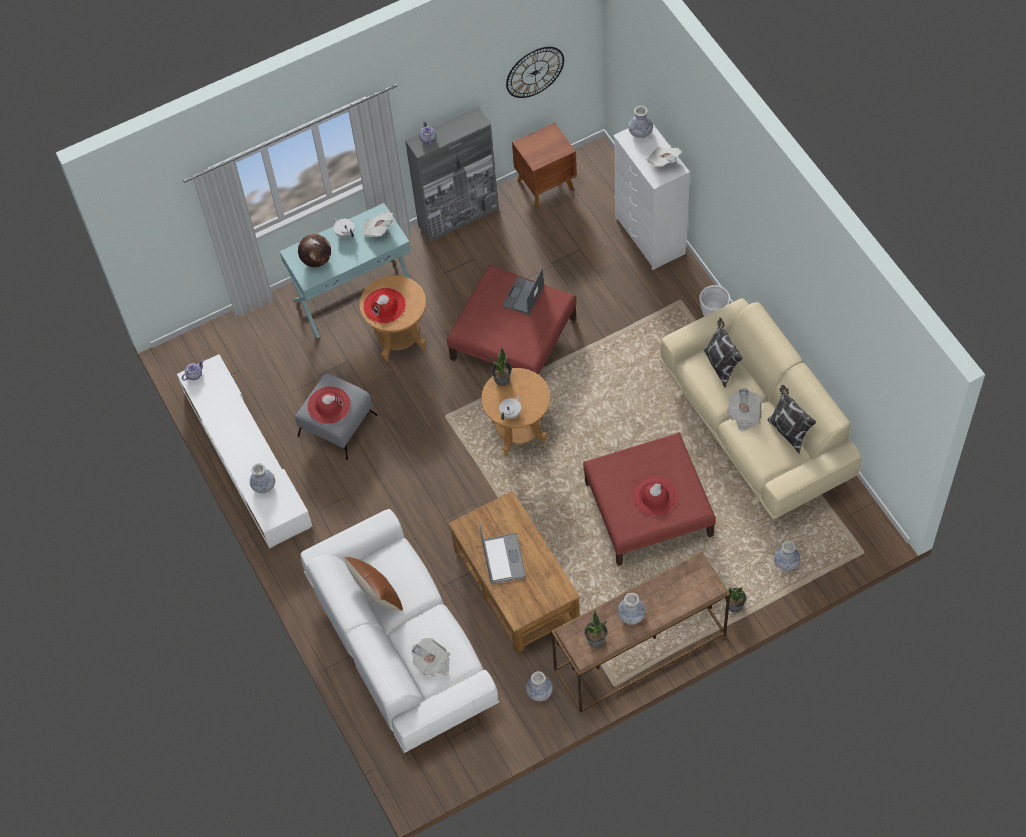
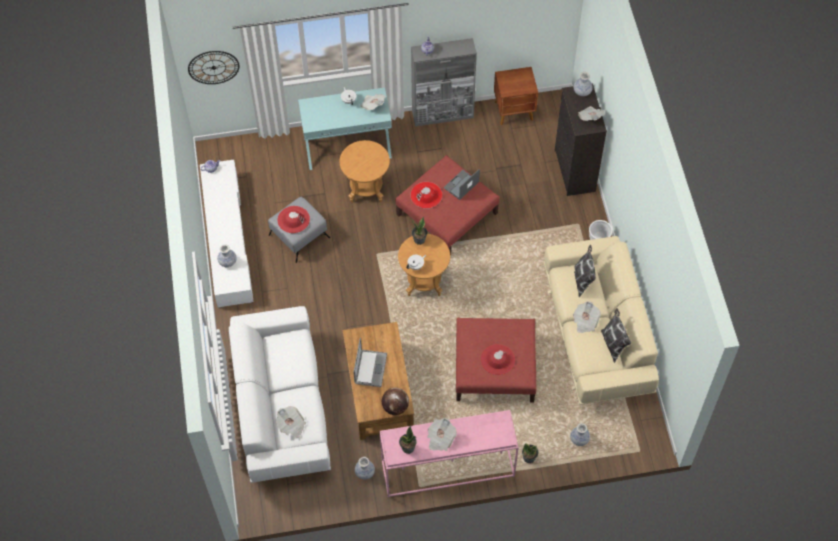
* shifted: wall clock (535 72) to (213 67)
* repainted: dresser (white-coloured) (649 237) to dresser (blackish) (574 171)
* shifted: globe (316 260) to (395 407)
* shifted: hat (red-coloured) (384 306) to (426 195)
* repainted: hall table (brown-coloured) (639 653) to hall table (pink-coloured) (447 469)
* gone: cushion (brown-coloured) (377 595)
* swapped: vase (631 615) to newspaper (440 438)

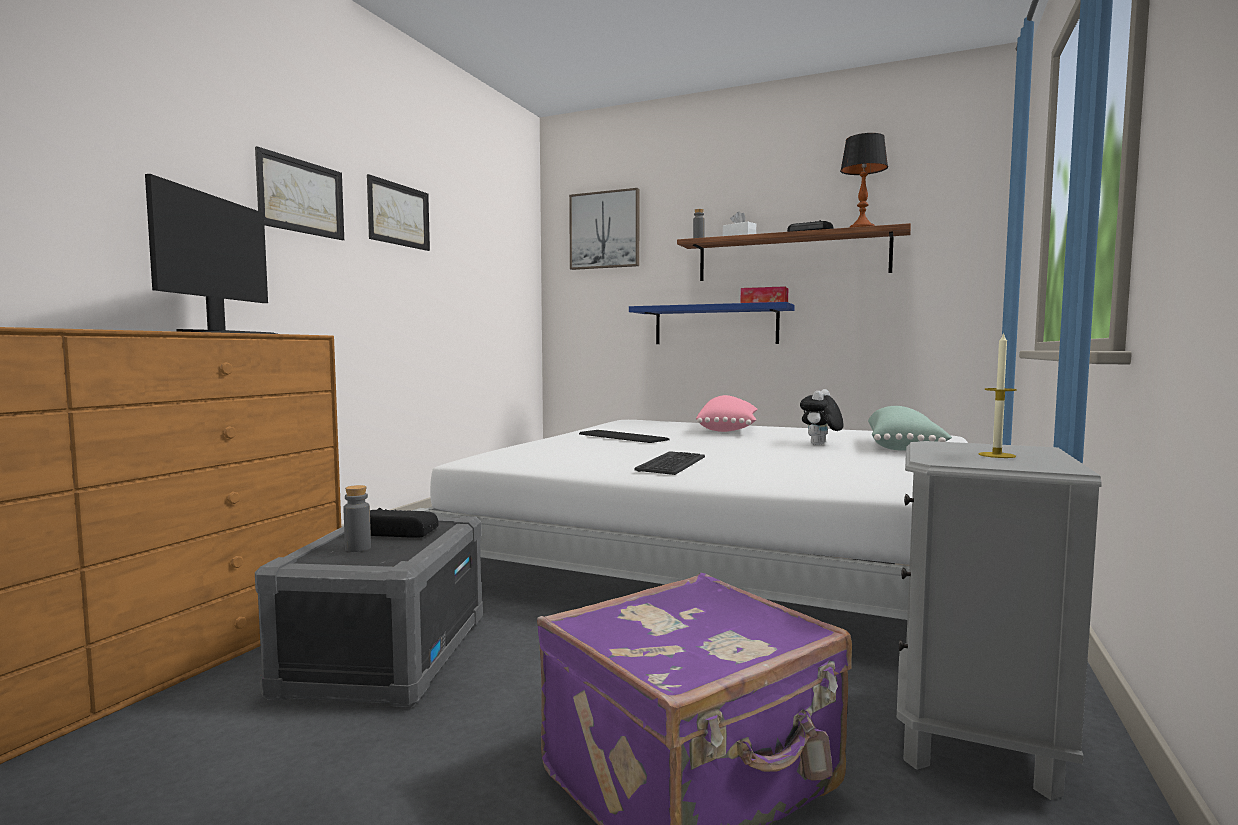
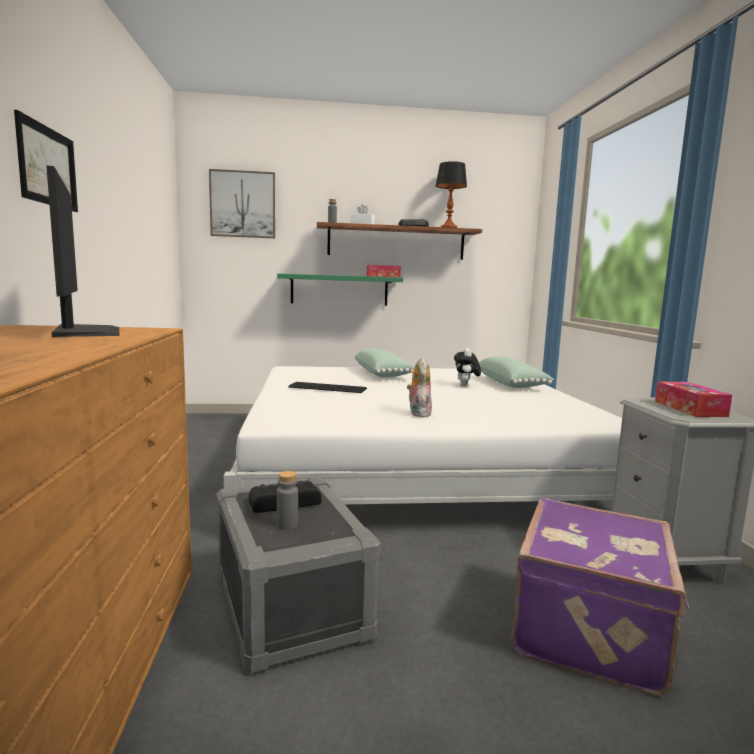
* gone: wall picture (399 215)
* repainted: shelf (blue-coloured) (715 325) to shelf (greenish) (339 290)
* swapped: wax light (997 455) to box of tissues (689 408)
* repainted: cushion (pink-coloured) (729 430) to cushion (greenish) (383 374)
* swapped: PC keyboard (672 464) to soft toy (418 413)

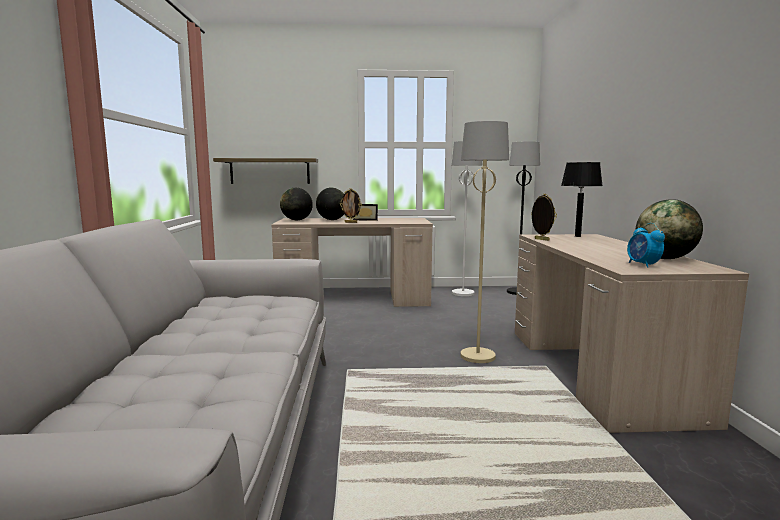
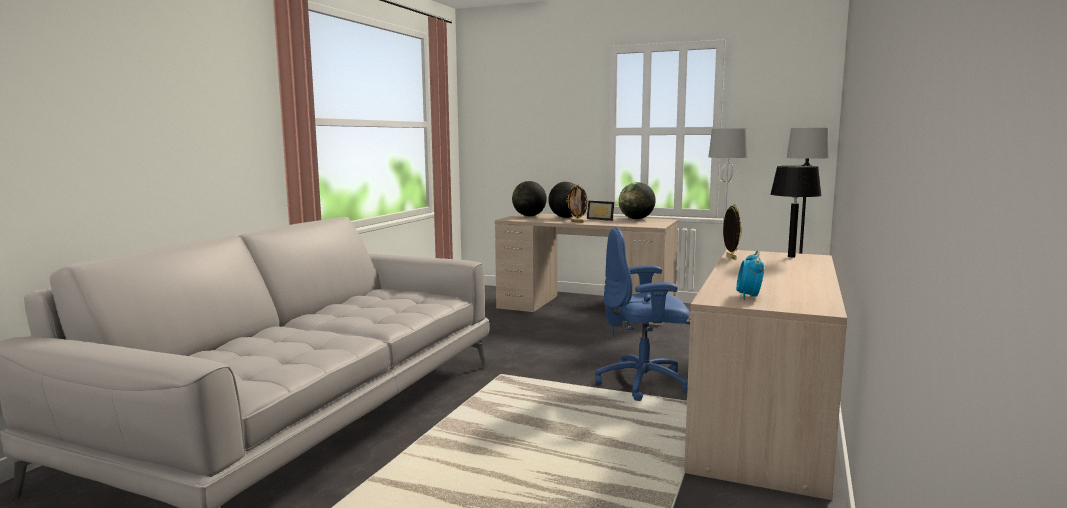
* swapped: standing lamp (beige) (477 356) to office chair (blue-coloured) (644 383)
* gone: shelf (270 171)
* shifted: globe (664 258) to (636 219)

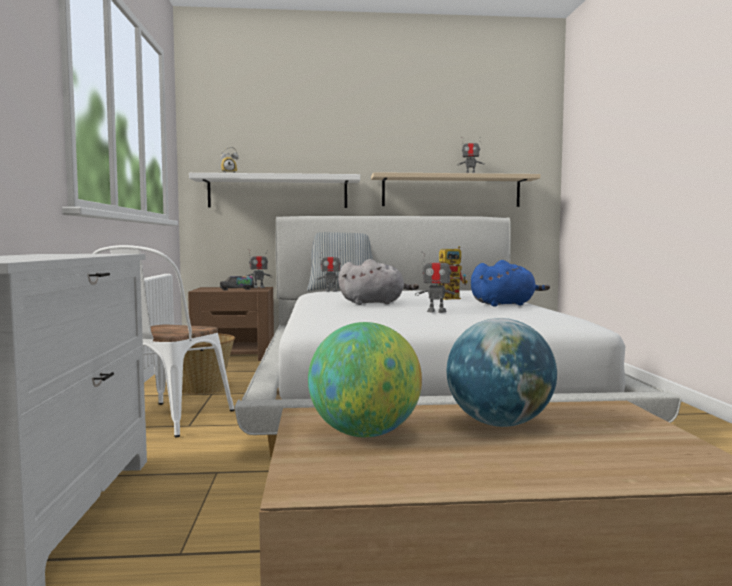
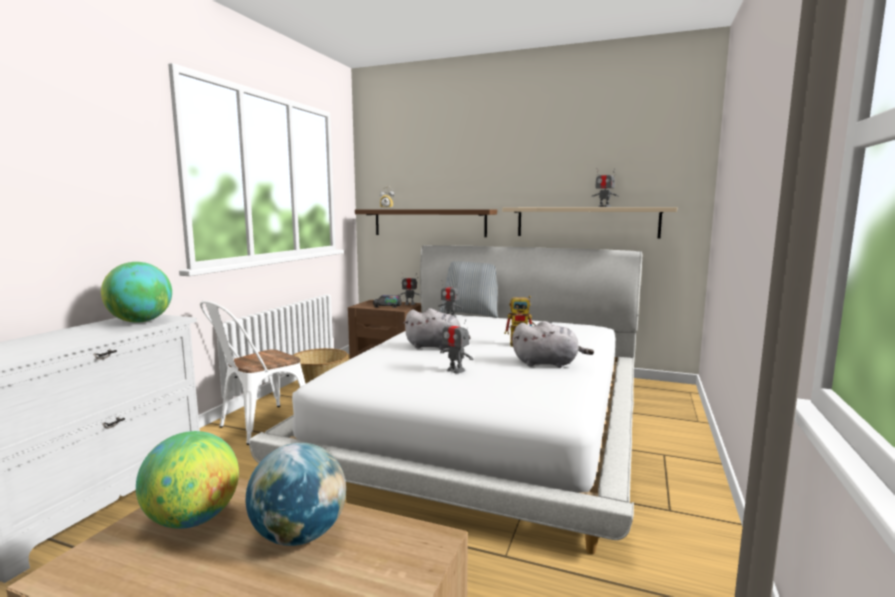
* repainted: shelf (white-coloured) (278 192) to shelf (brown-coloured) (429 222)
* repainted: soft toy (blue-coloured) (505 304) to soft toy (greyish) (548 363)
* new: globe (140 321)

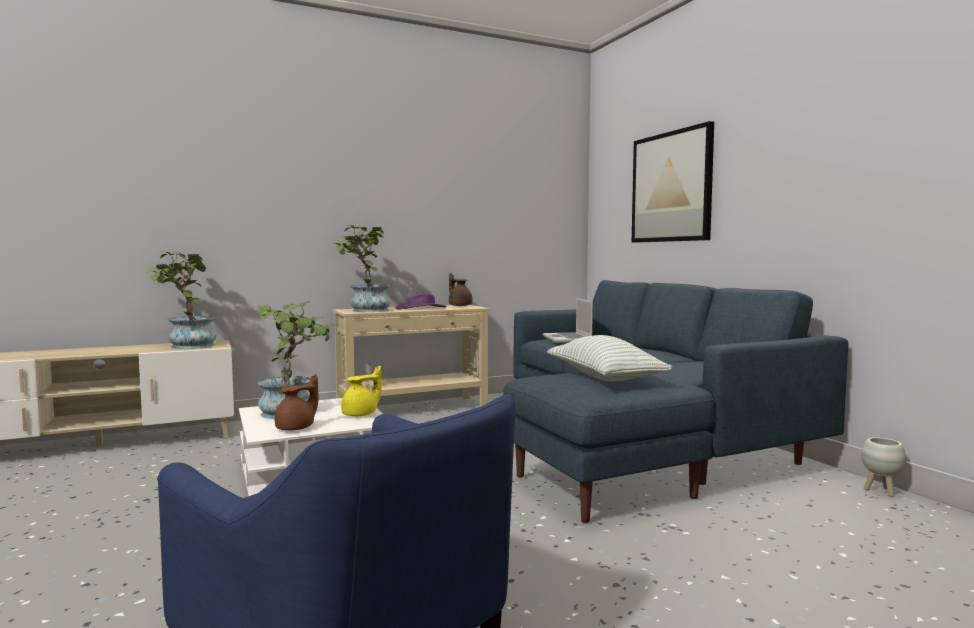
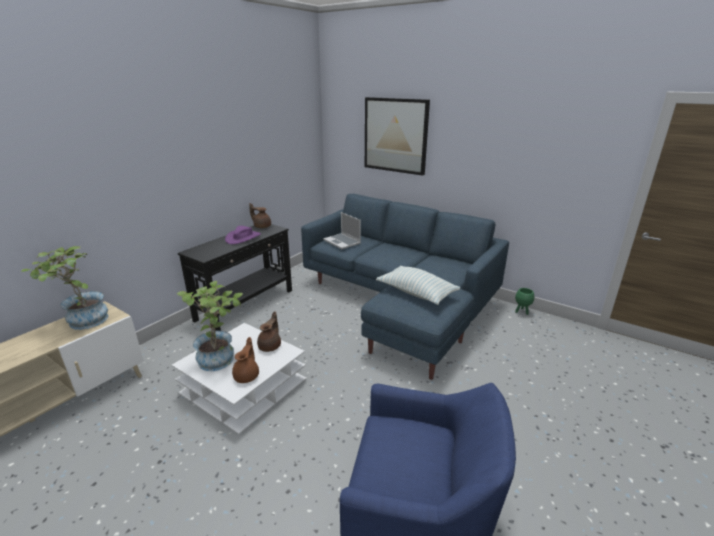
* gone: plant in a pot (364 310)
* repainted: hall table (beige) (414 410) to hall table (blackish) (246 305)
* repainted: teapot (yellow) (361 414) to teapot (brown-coloured) (270 346)
* repainted: plant pot (white-coloured) (881 492) to plant pot (greenish) (522 312)

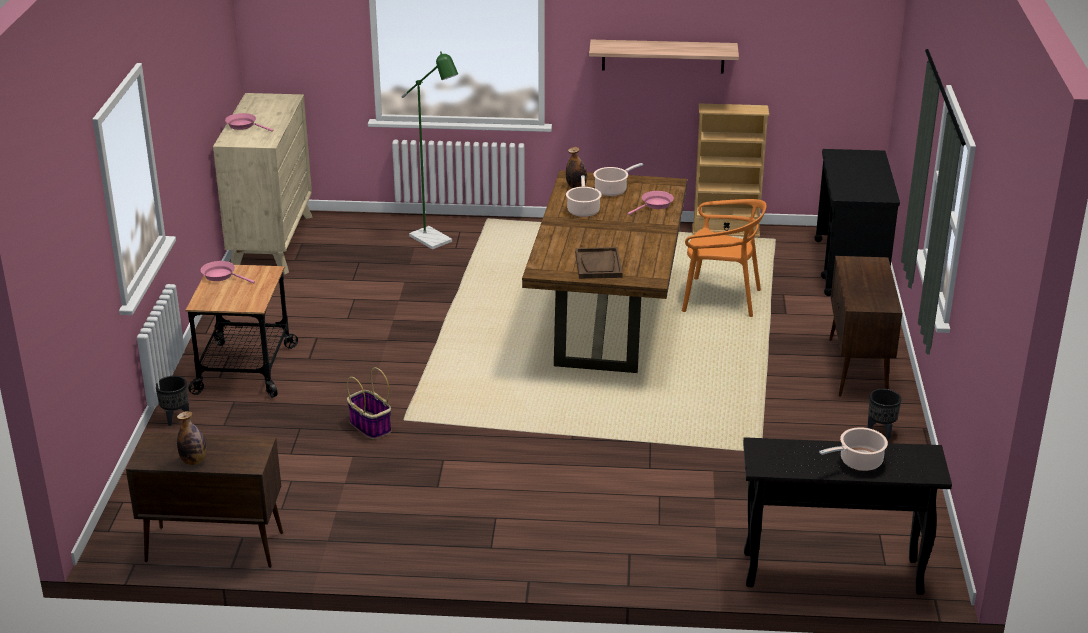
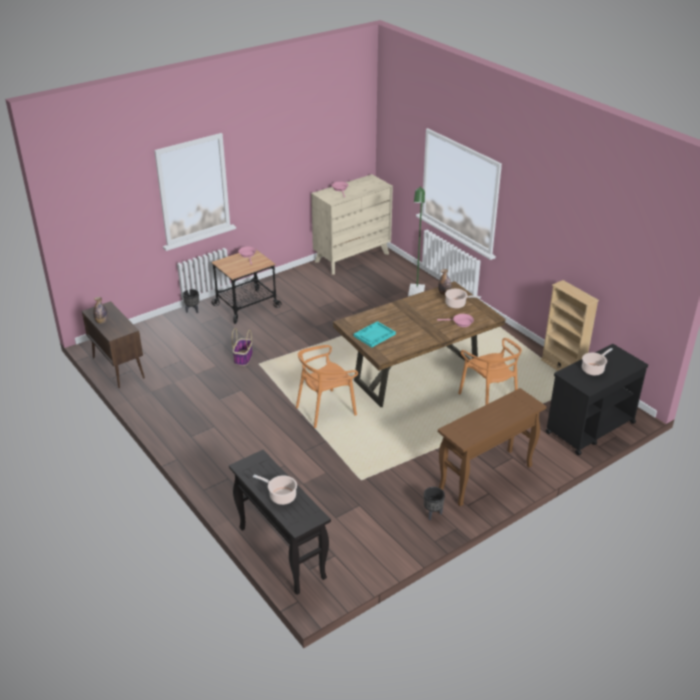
* gone: shelf (663 56)
* shifted: saucepot (583 210) to (593 369)
* repainted: serving tray (brown-coloured) (598 265) to serving tray (blue-green) (374 335)
* swapped: cabinet (brown-coloured) (858 369) to hall table (brown-coloured) (485 478)
* new: chair (orangey) (325 409)

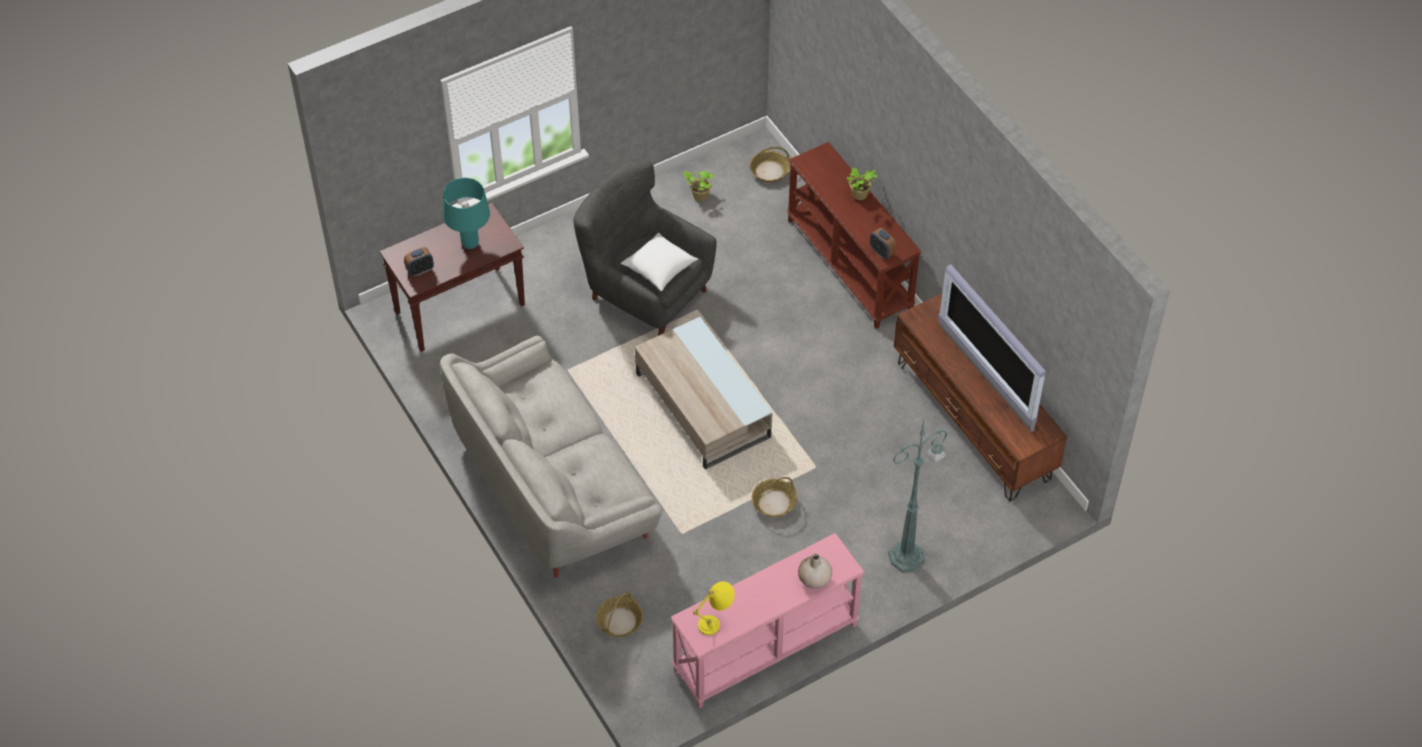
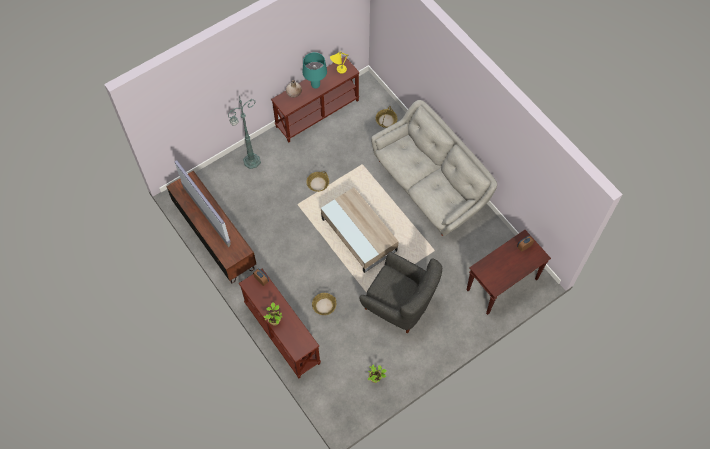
* shifted: household basket (769 171) to (324 305)
* shifted: lamp for a table (blue-green) (470 244) to (315 85)
* gone: cushion (white-coloured) (659 269)
* repainted: hall table (pink-coloured) (766 649) to hall table (brown-coloured) (317 113)

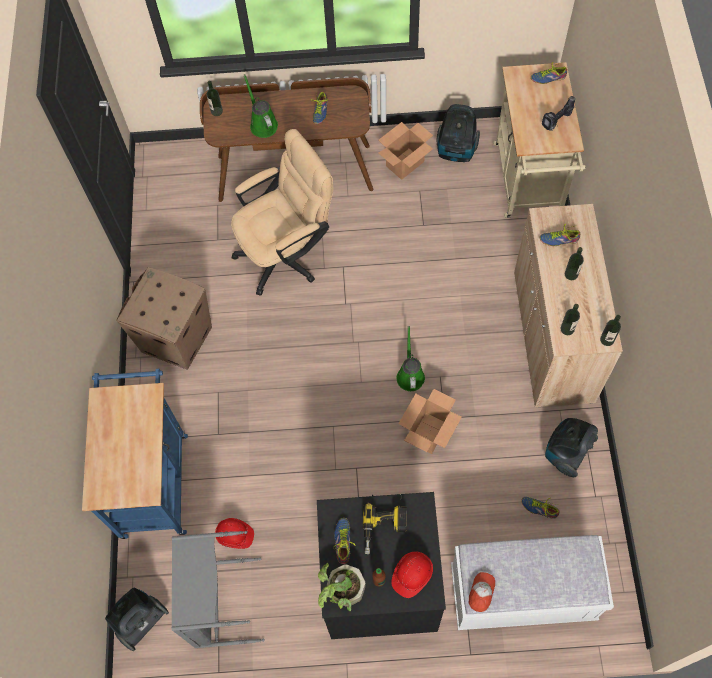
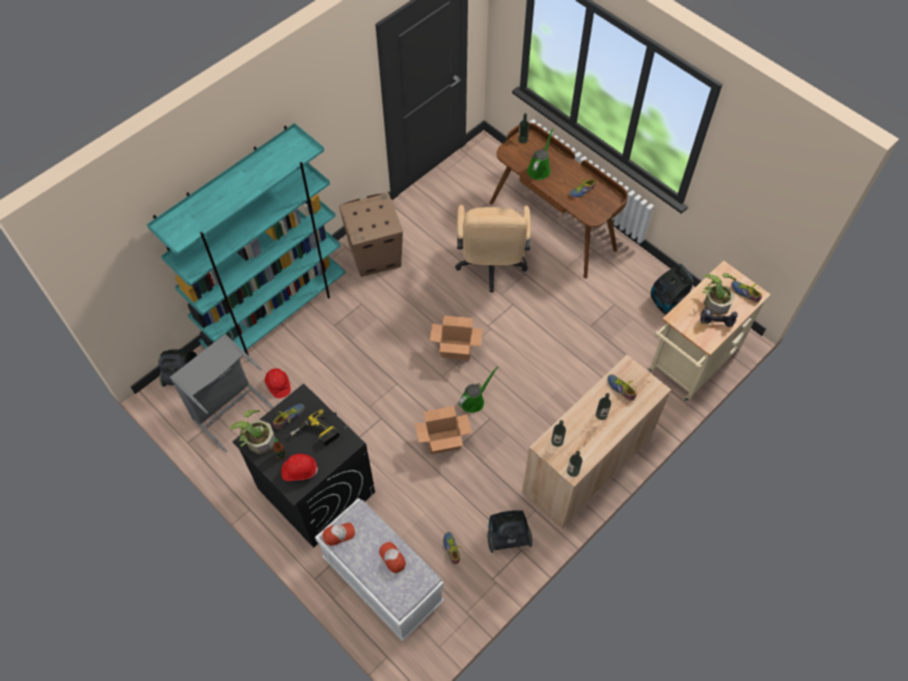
* shifted: carton (405 163) to (456 349)
* rotated: office chair (beige) (287 253) = (491 267) 75 degrees clockwise
* swapped: trolley (blue-coloured) (154 478) to shelving unit (blue-green) (276 315)
* new: plant in a pot (714 301)
* new: peaked cap (392 558)

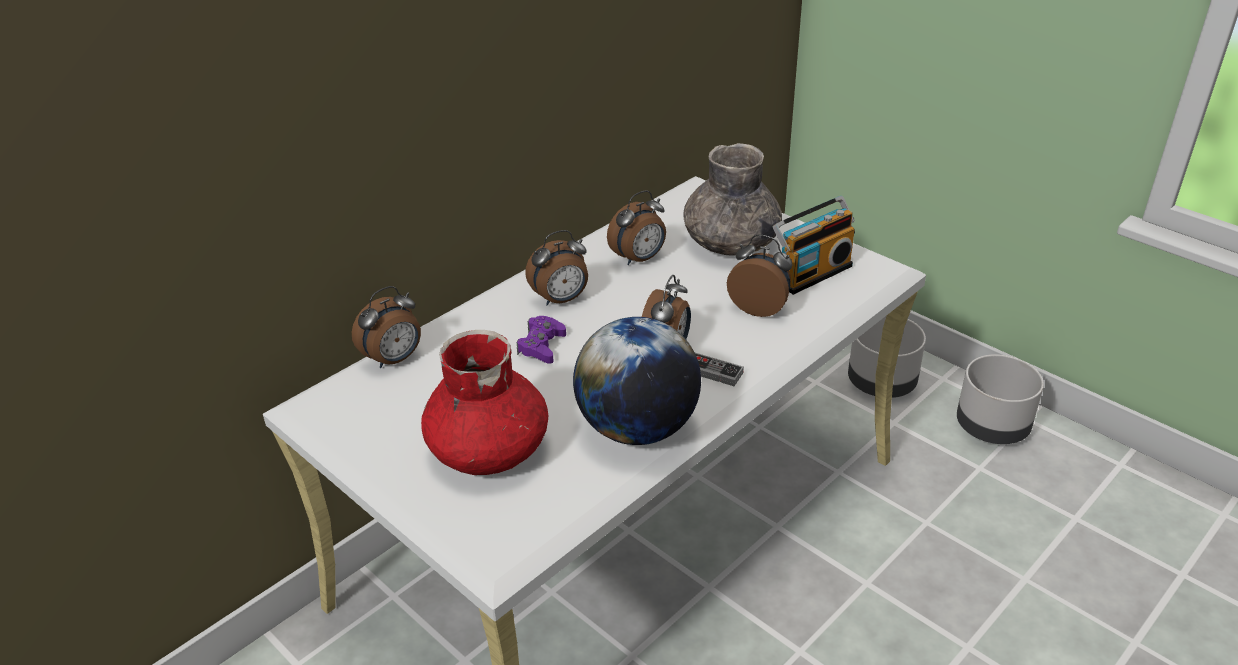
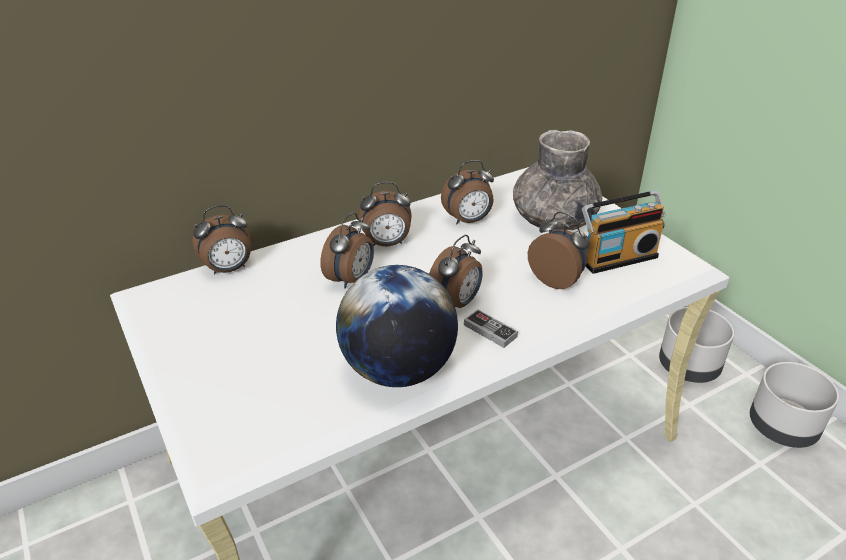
* swapped: game controller (purple) (541 346) to bedside clock (352 279)
* gone: vase (red-coloured) (489 449)

